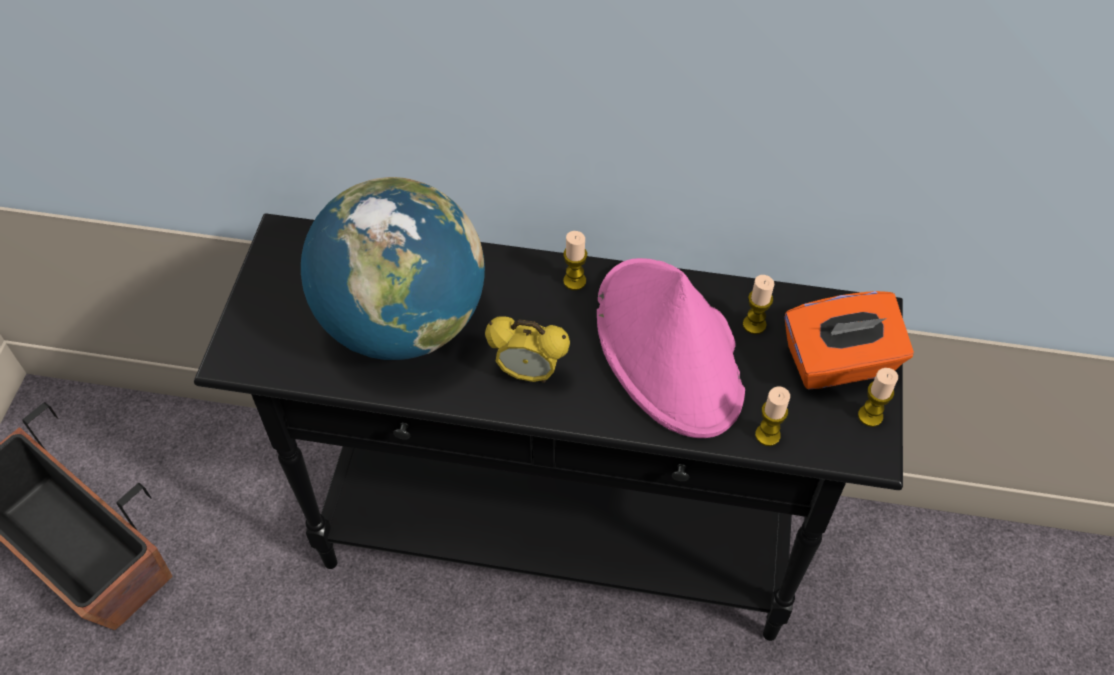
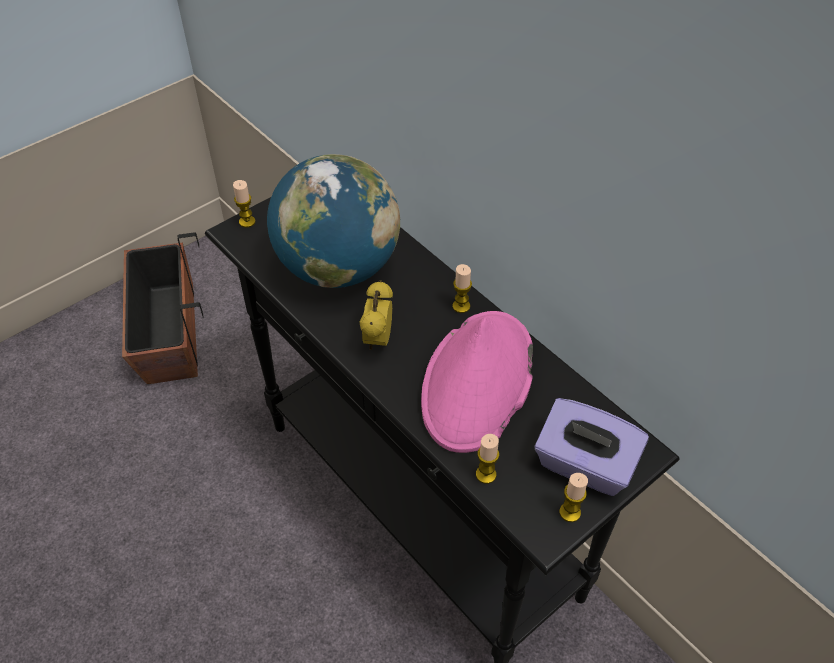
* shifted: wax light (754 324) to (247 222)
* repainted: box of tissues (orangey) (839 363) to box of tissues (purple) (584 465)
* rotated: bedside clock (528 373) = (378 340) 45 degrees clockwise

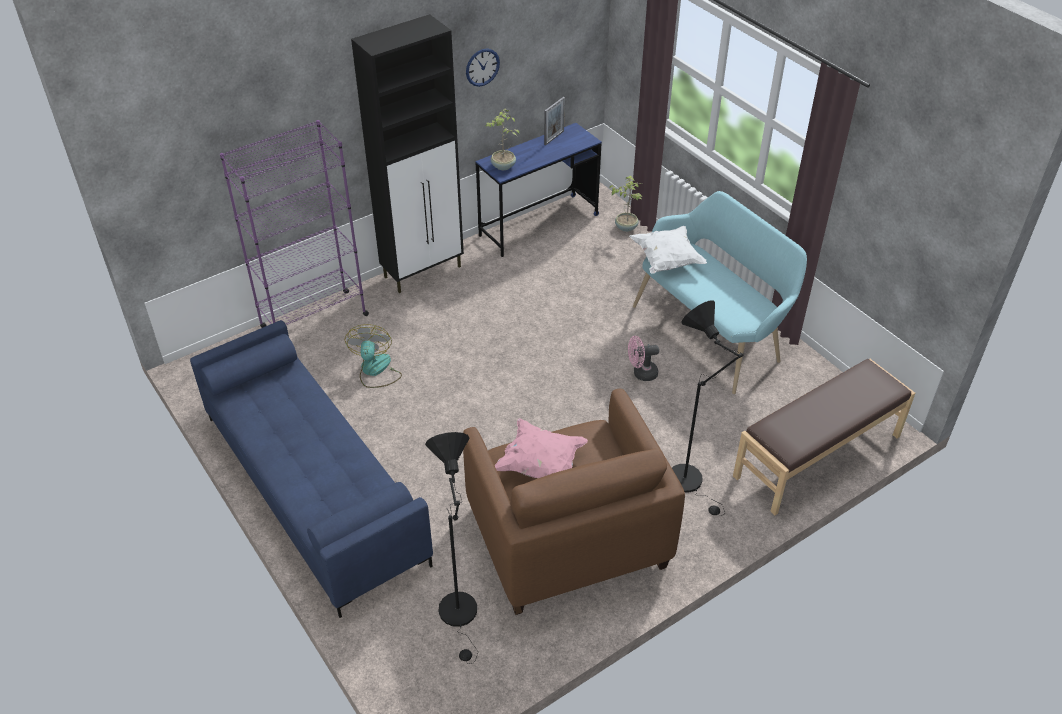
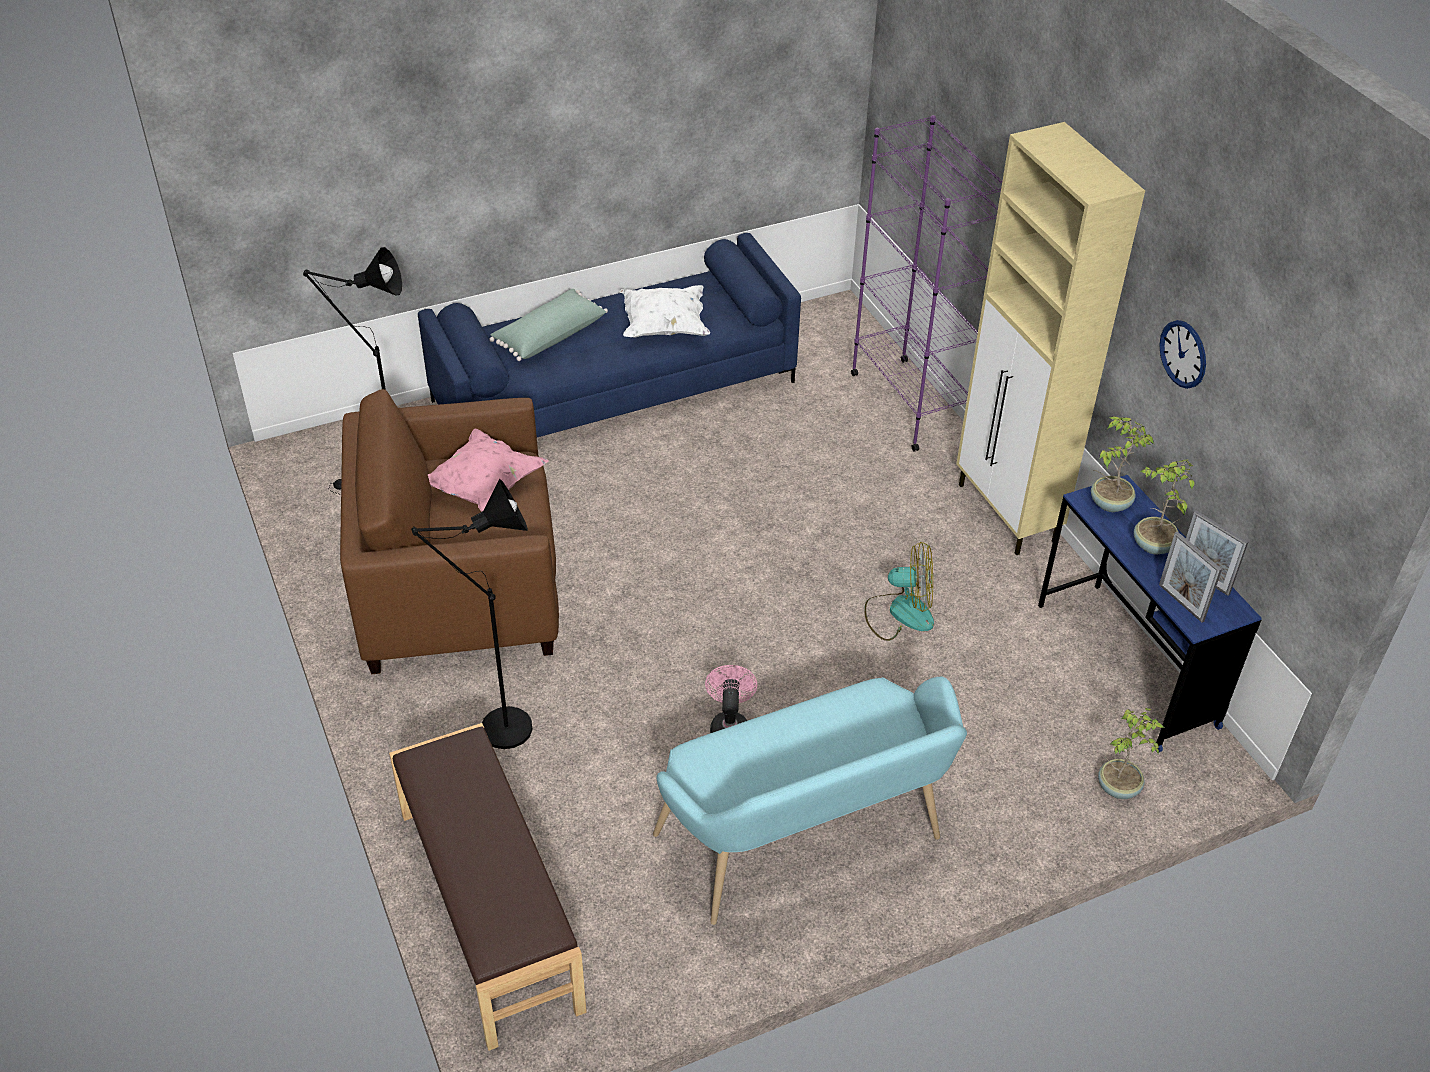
* repainted: cabinet (blackish) (423 271) to cabinet (beige) (1007 514)
* shifted: cushion (white-coloured) (667 260) to (664 327)
* shifted: fan (375 371) to (899 613)
* new: cushion (greenish) (549 335)
* new: plant in a pot (1152 546)
* new: picture frame (1181 603)

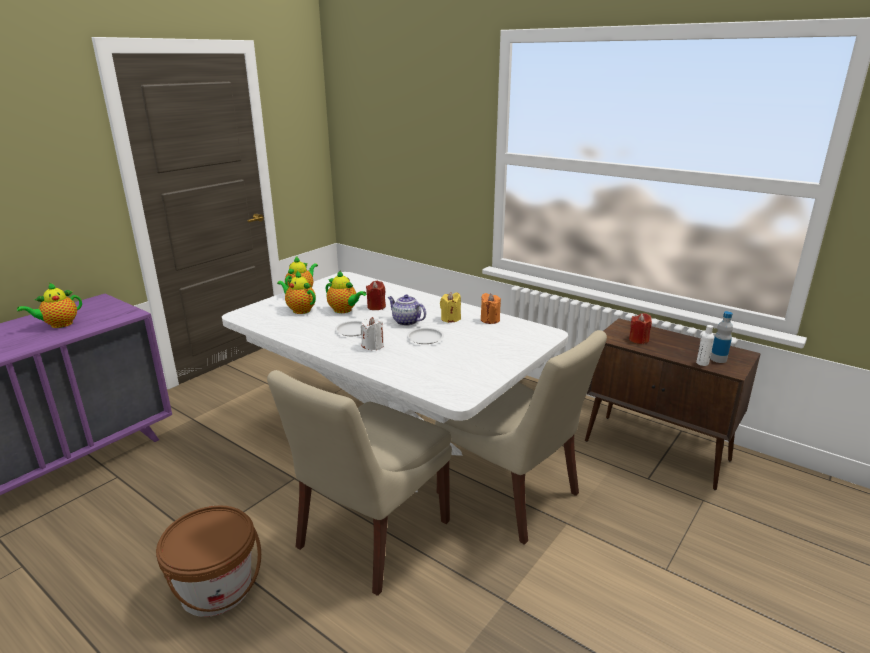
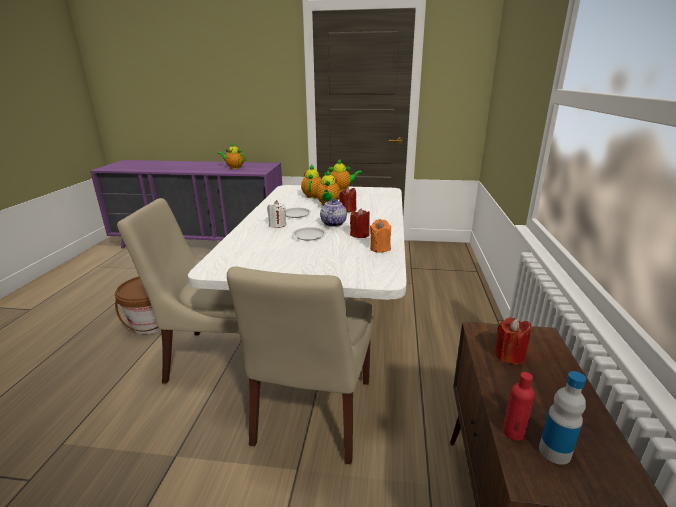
* repainted: wax light (yellow) (450 319) to wax light (red-coloured) (360 235)
* repainted: bottle (white-coloured) (702 363) to bottle (red-coloured) (513 432)

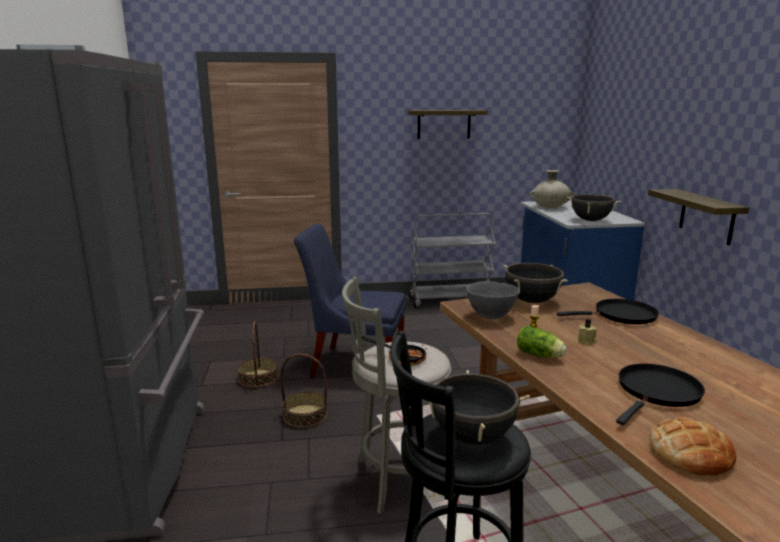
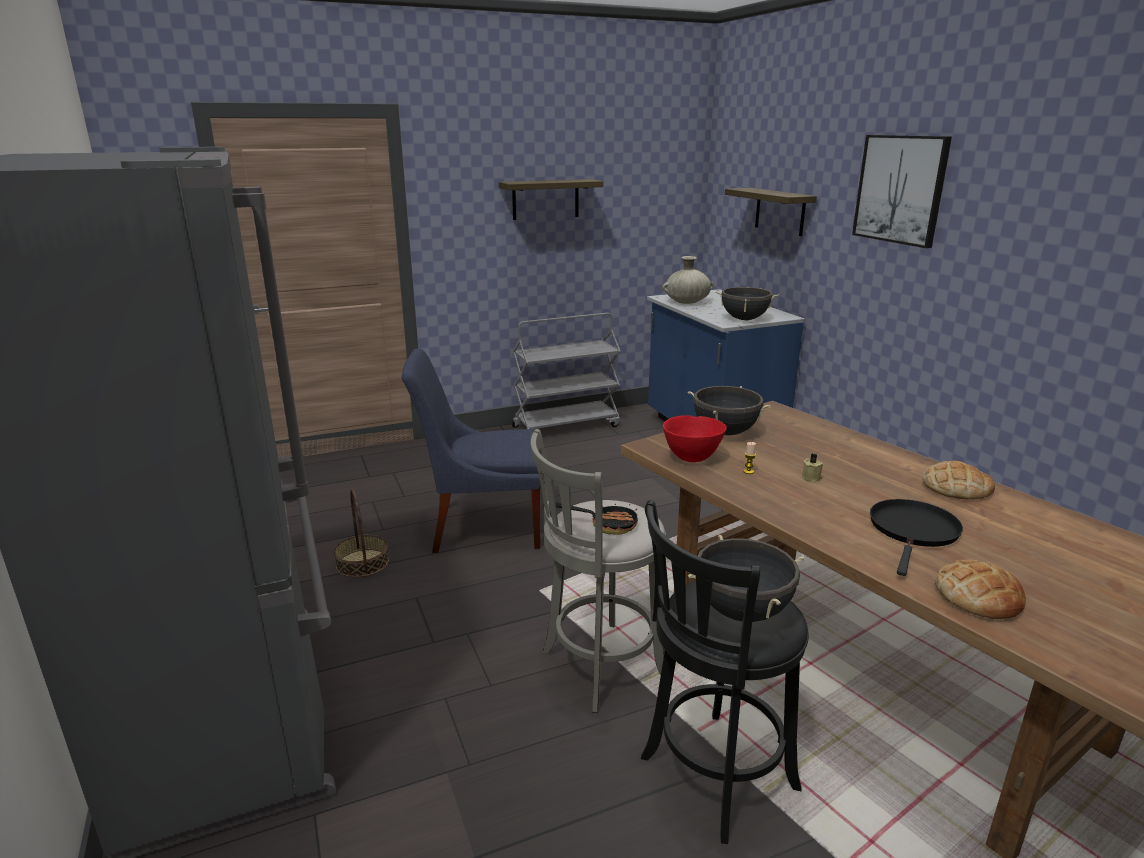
* shifted: shelf (706 216) to (780 211)
* repainted: serving bowl (greyish) (490 316) to serving bowl (red-coloured) (691 458)
* gone: frying pan (blackish) (621 315)
* gone: lettuce (541 355)
* gone: household basket (305 415)
* new: wall picture (900 189)
* new: baked bread (955 487)

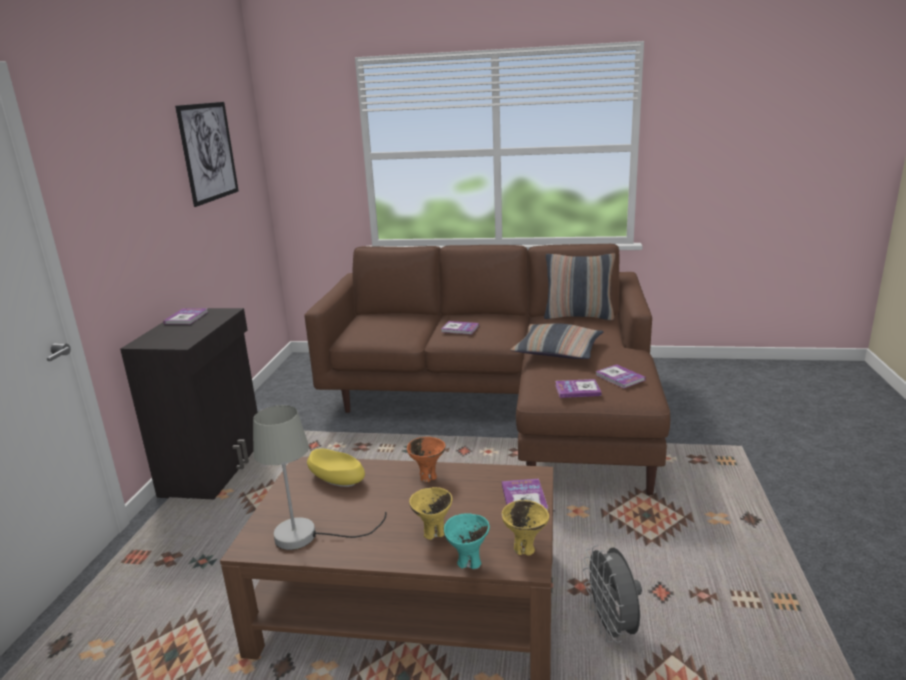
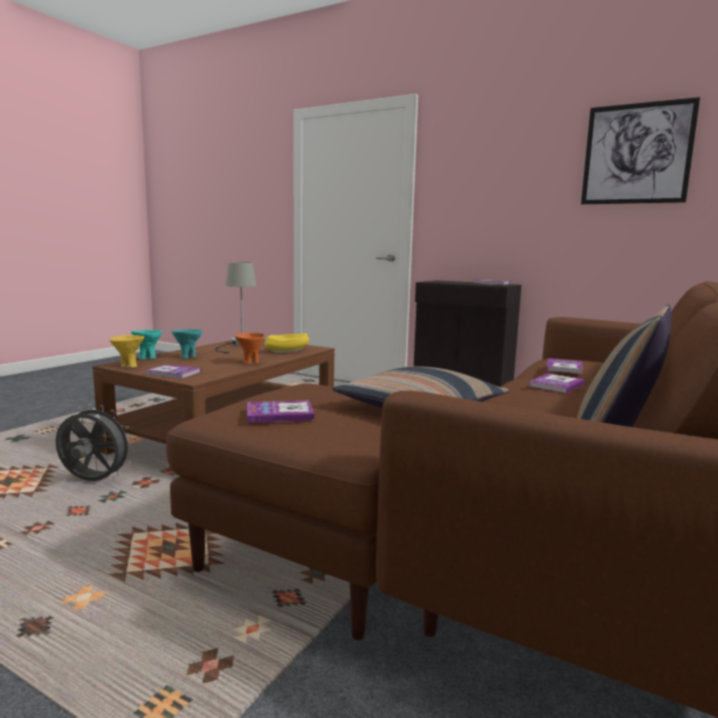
* shifted: volume (577 390) to (564 368)
* repainted: serving bowl (yellow) (433 533) to serving bowl (blue-green) (188 357)

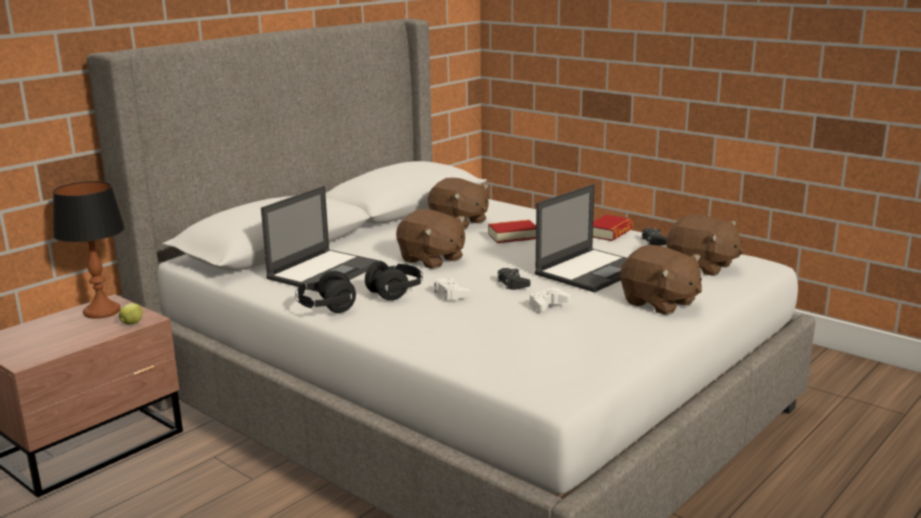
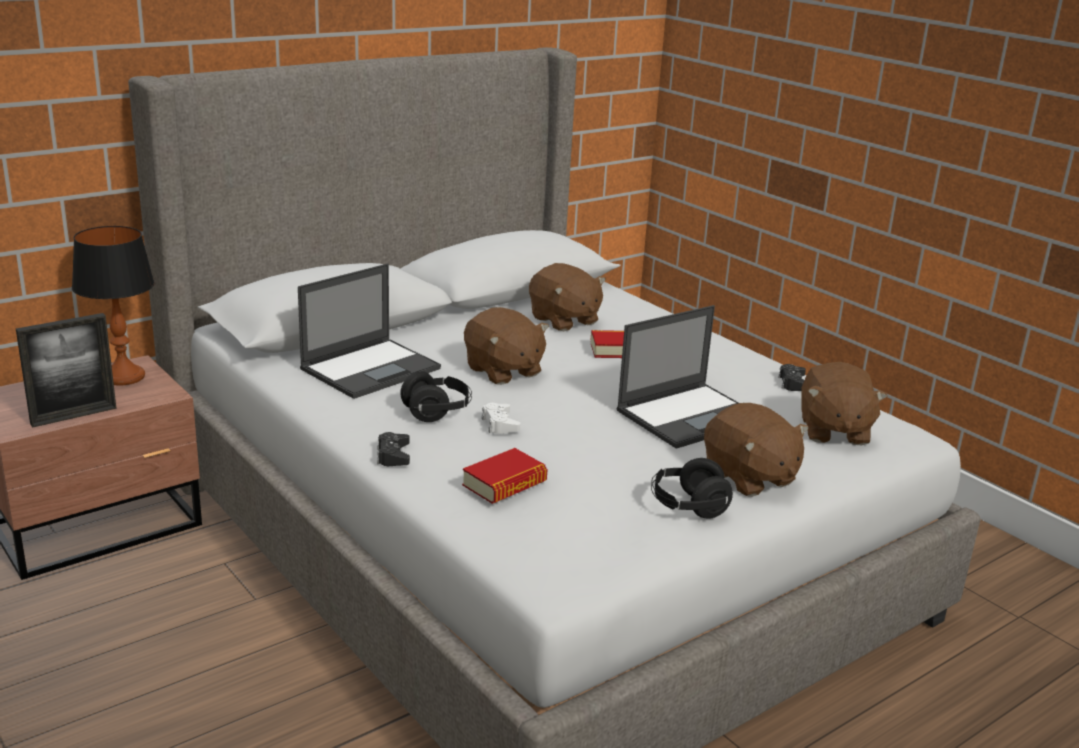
* shifted: volume (609 233) to (504 484)
* rotated: soft toy (brown-coloured) (702 266) = (833 431) 45 degrees clockwise
* shifted: game controller (blackish) (512 283) to (393 455)
* shifted: pair of headphones (blackish) (325 308) to (688 507)
* gone: game controller (white-coloured) (548 304)
* gone: whole apple (132 323)
* new: picture frame (74 416)

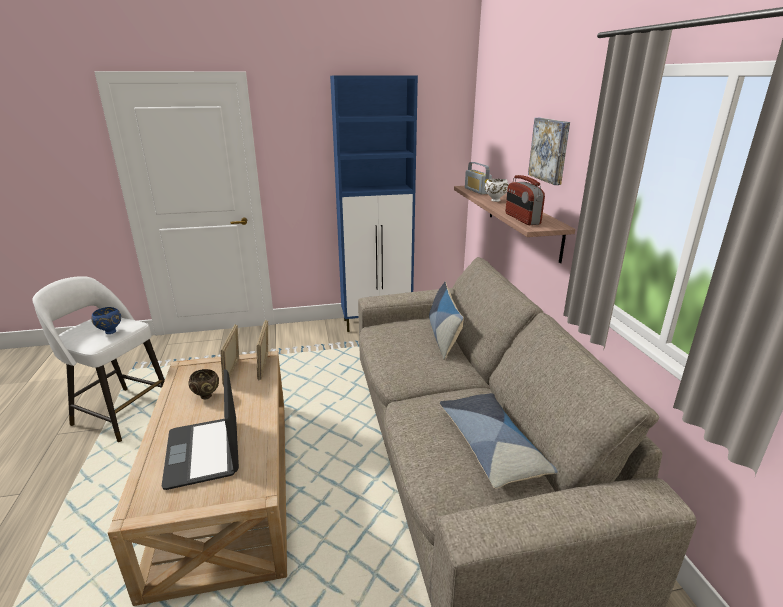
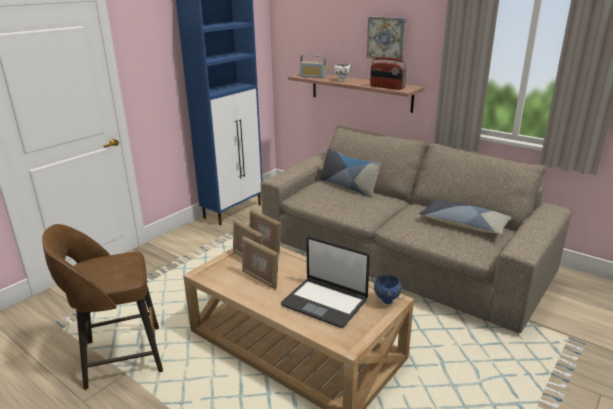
* repainted: stool seat (white-coloured) (121 413) to stool seat (brown-coloured) (120 357)
* shifted: serving bowl (blue-coloured) (110 332) to (386 301)
* swapped: serving bowl (brown-coloured) (207 396) to picture frame (260 279)

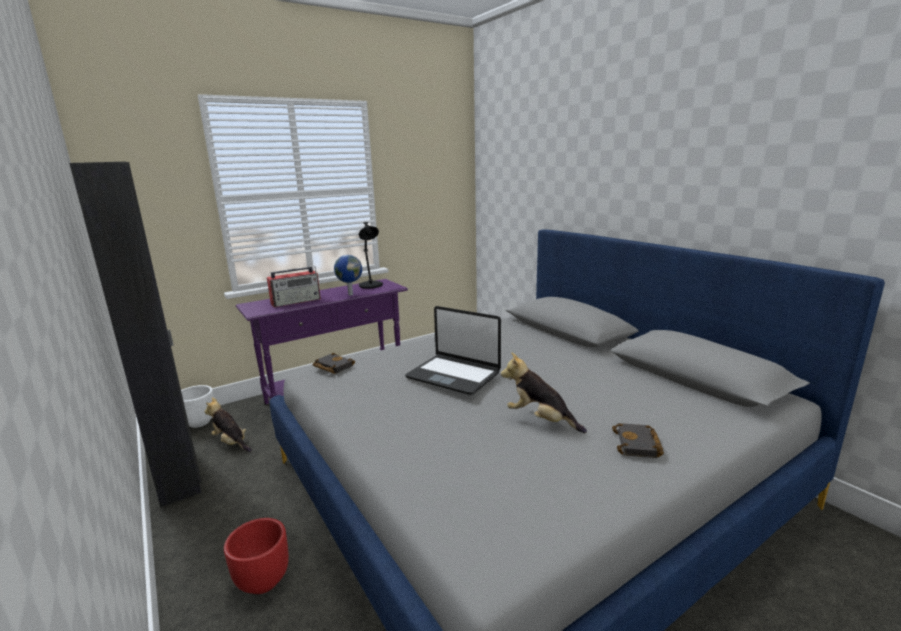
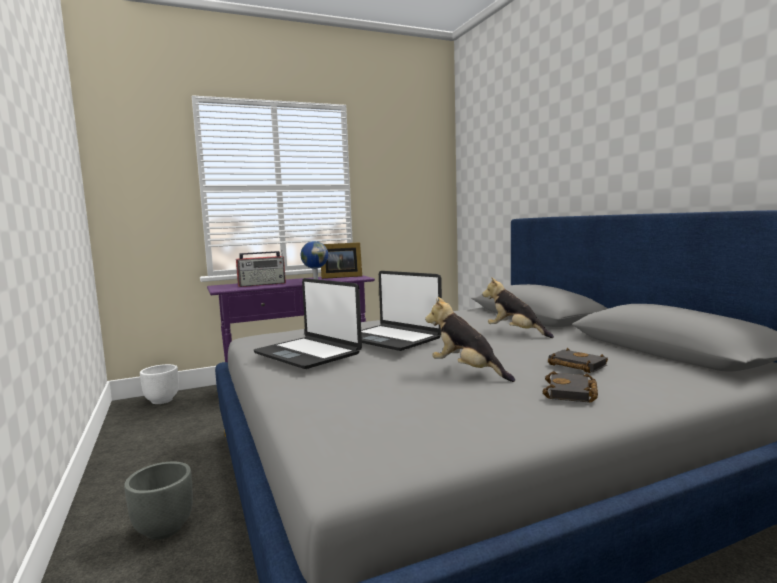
* gone: armoire (blackish) (178 476)
* swapped: lamp for a table (blackish) (371 285) to picture frame (340 277)
* shifted: volume (blackish) (332 366) to (575 365)
* shifted: soft toy (231 443) to (515 333)
* repainted: plant pot (red-coloured) (264 581) to plant pot (greyish) (164 530)
* new: notebook computer (308 353)

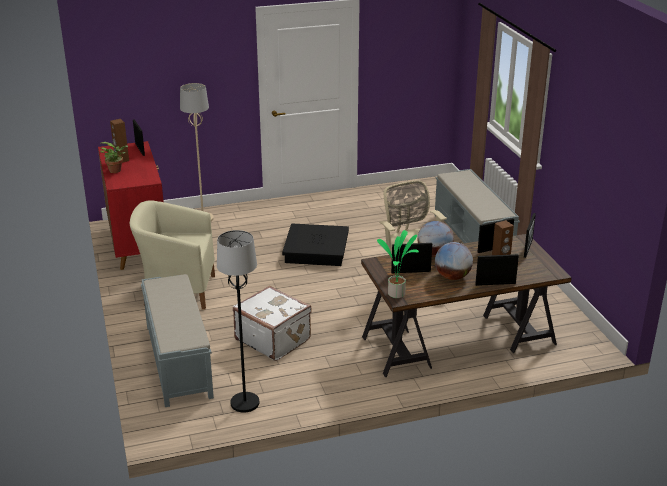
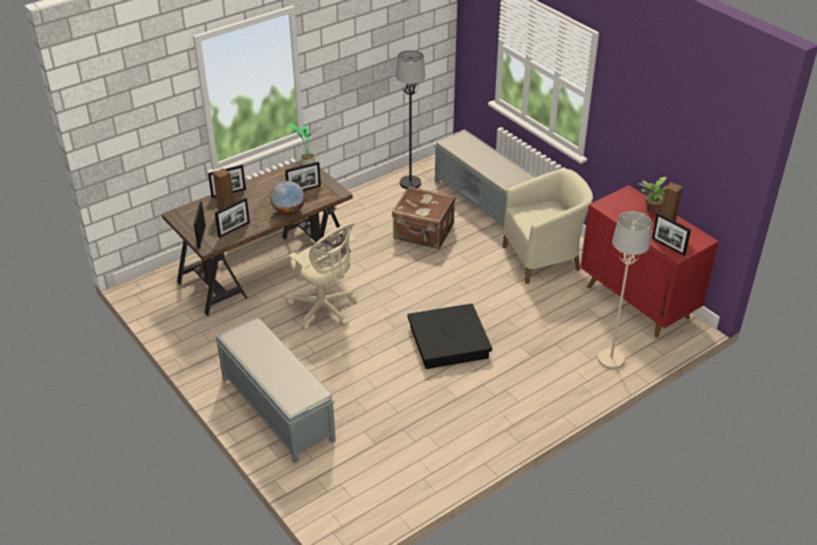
* gone: globe (452 277)
* repainted: suitcase (white-coloured) (273 339) to suitcase (brown-coloured) (423 233)

